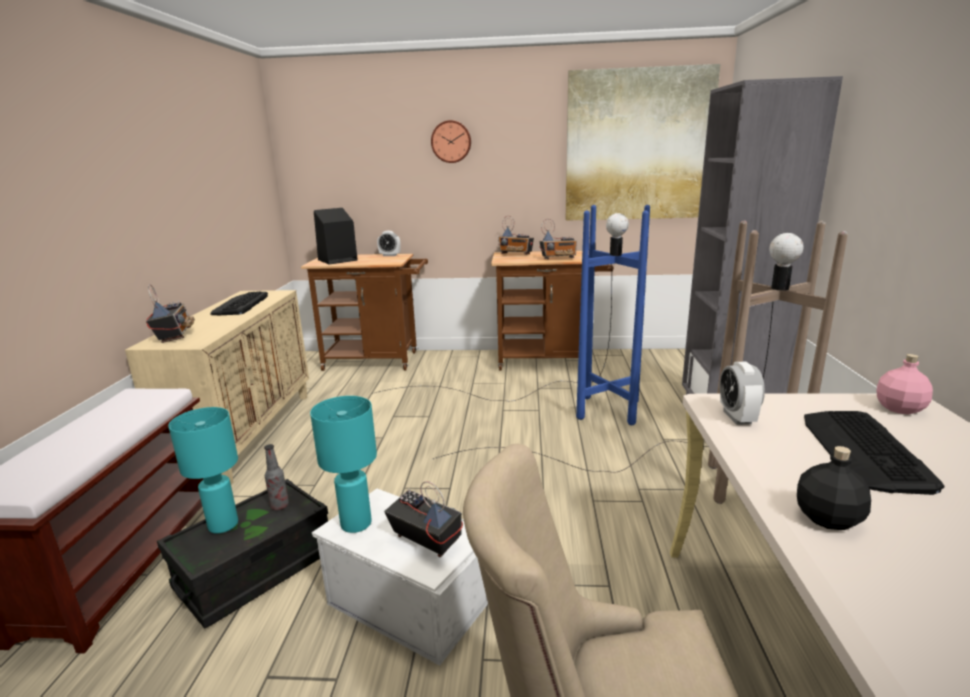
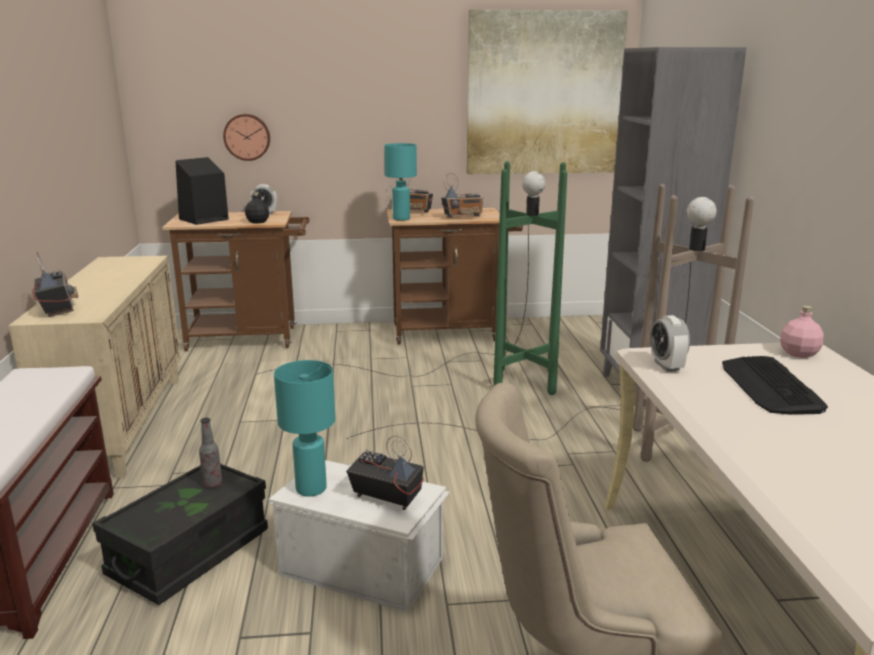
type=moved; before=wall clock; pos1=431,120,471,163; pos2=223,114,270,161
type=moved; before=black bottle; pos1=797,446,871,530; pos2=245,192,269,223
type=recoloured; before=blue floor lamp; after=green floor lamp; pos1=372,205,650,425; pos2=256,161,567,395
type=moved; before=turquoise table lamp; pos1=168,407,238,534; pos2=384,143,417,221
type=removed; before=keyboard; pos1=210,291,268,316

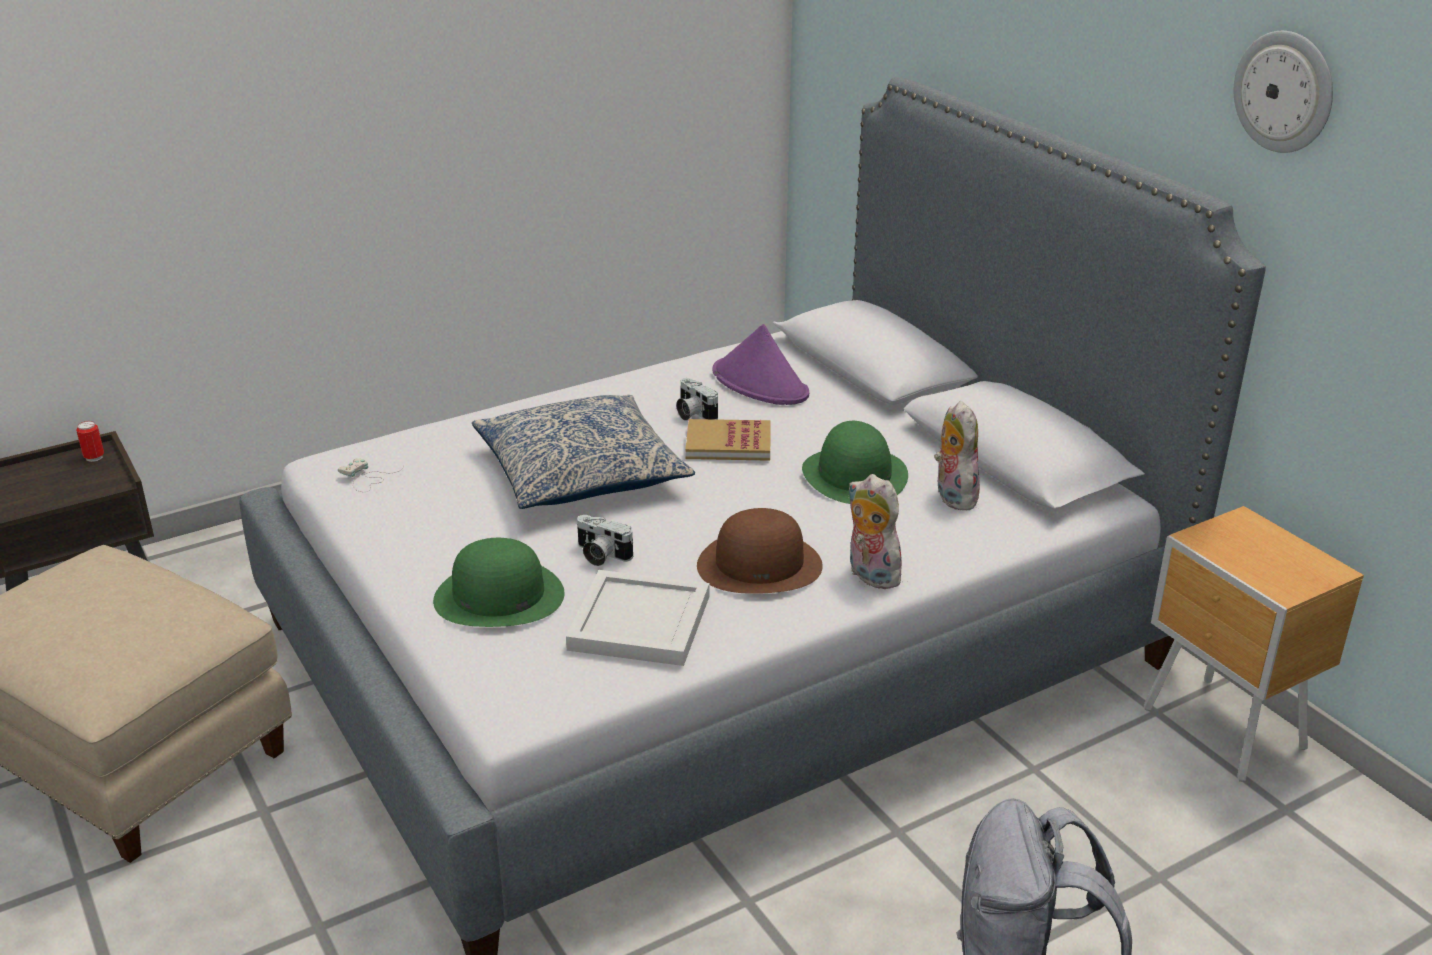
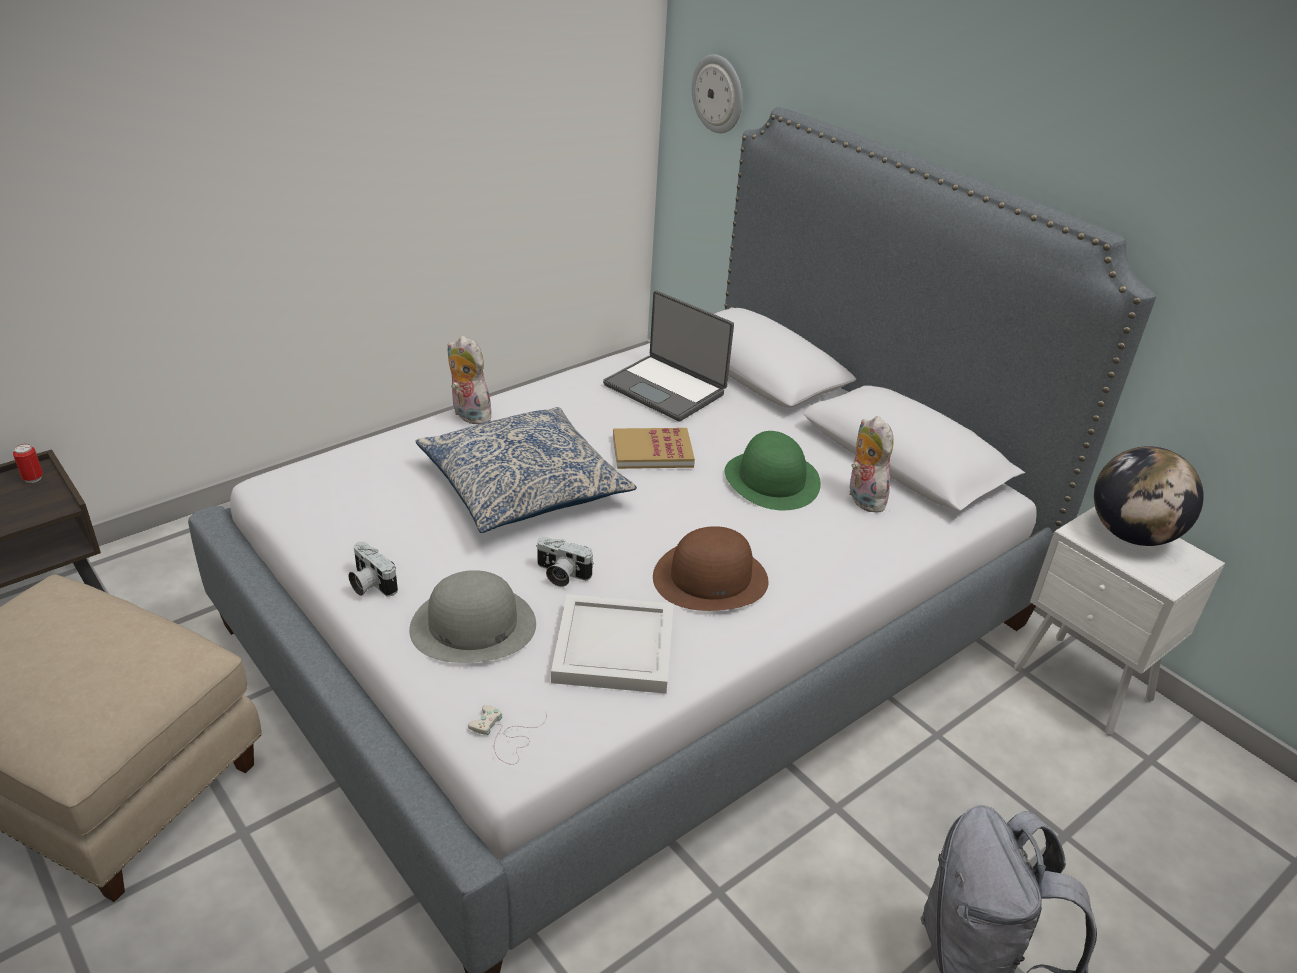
type=moved; before=photo camera; pos1=676,378,718,421; pos2=349,542,398,597
type=recoloured; before=green hat; after=grey hat; pos1=433,538,565,627; pos2=409,570,536,663
type=moved; before=plush toy; pos1=849,474,904,589; pos2=448,336,492,425
type=moved; before=white game controller; pos1=338,458,404,492; pos2=468,705,547,765
type=replaced; before=purple hat; after=laptop; pos1=712,324,809,405; pos2=603,291,734,422
type=moved; before=wall clock; pos1=1234,31,1333,153; pos2=692,55,743,133
type=recoloured; before=brown nightstand; after=white nightstand; pos1=1144,506,1364,782; pos2=1014,507,1225,735
type=added; after=globe; pos2=1094,446,1204,546

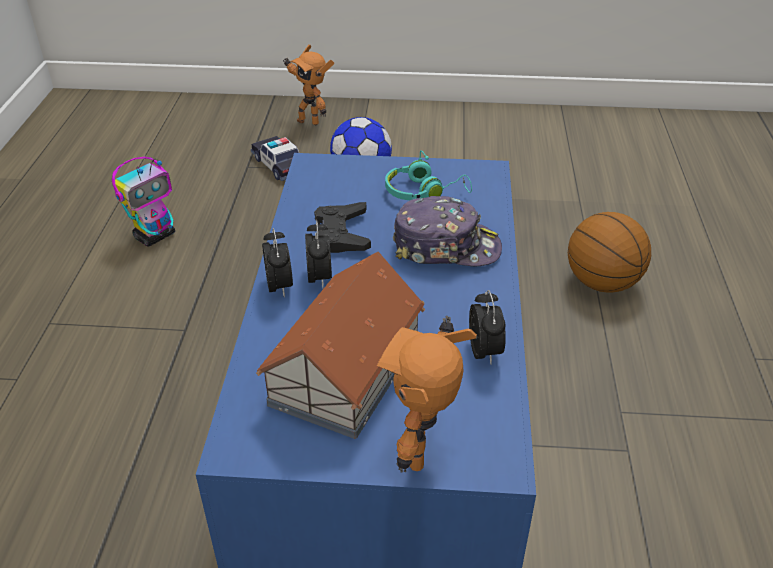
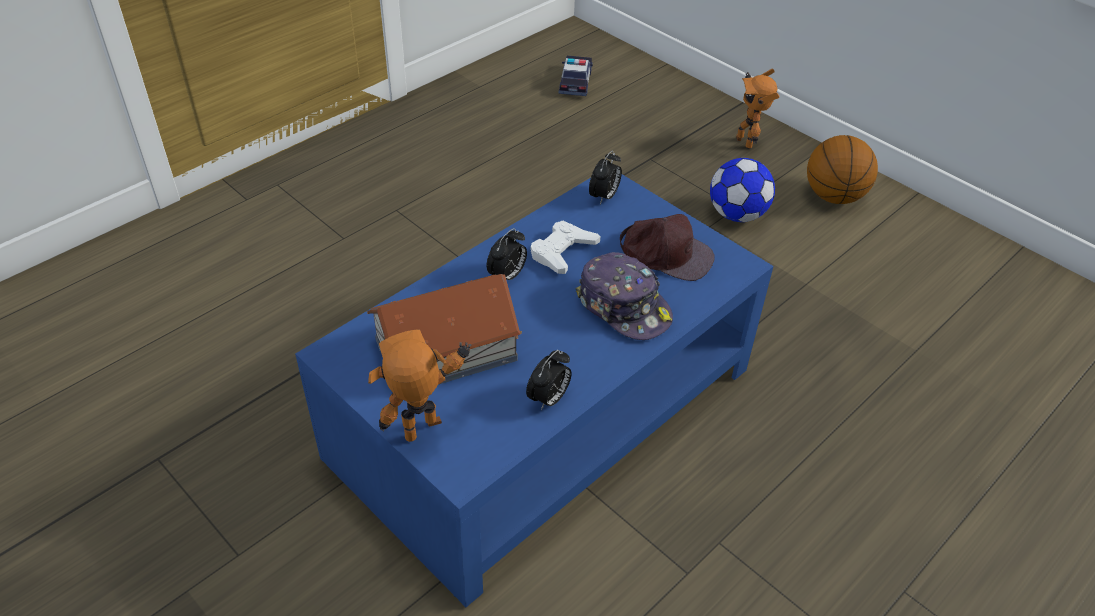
type=recoloured; before=black game controller; after=white game controller; pos1=314,202,371,253; pos2=530,221,601,274
type=moved; before=toy car; pos1=251,136,299,181; pos2=559,56,593,96
type=moved; before=alarm clock; pos1=262,228,293,297; pos2=589,151,622,205
type=replaced; before=turquoise headphones; after=brown cap; pos1=385,150,472,200; pos2=620,214,715,281
type=moved; before=basketball; pos1=568,212,651,293; pos2=807,135,878,204
type=removed; before=toy robot; pos1=112,157,175,246

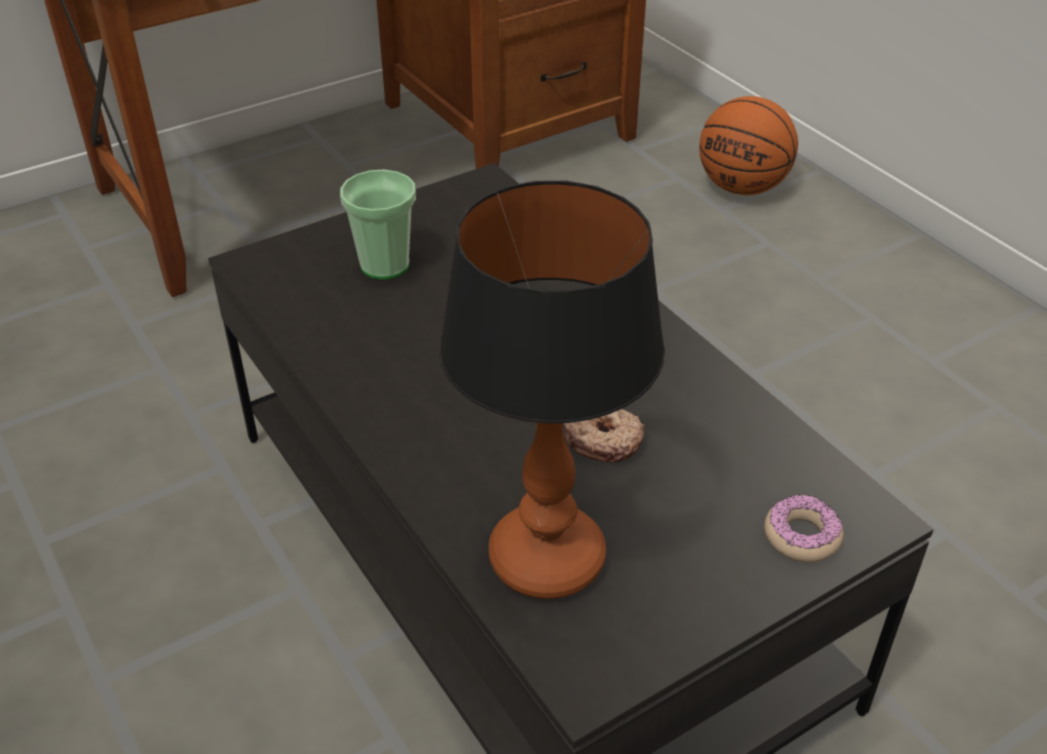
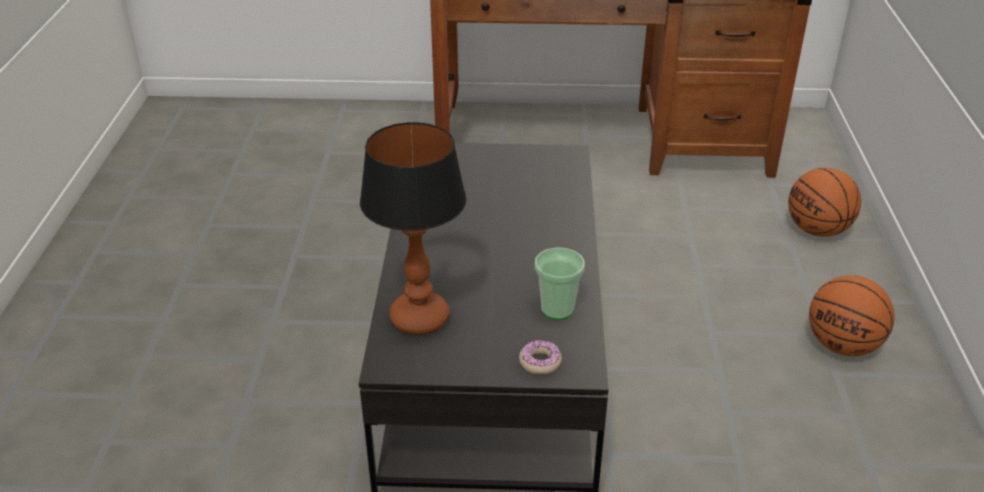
type=moved; before=cup; pos1=340,170,416,279; pos2=535,248,585,320
type=added; after=basketball; pos2=809,275,895,356
type=removed; before=donut; pos1=564,409,645,462

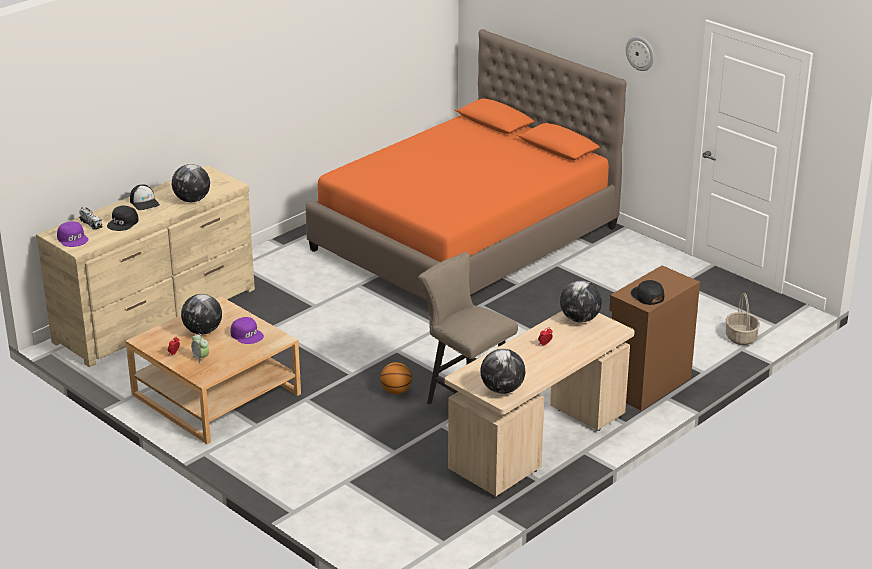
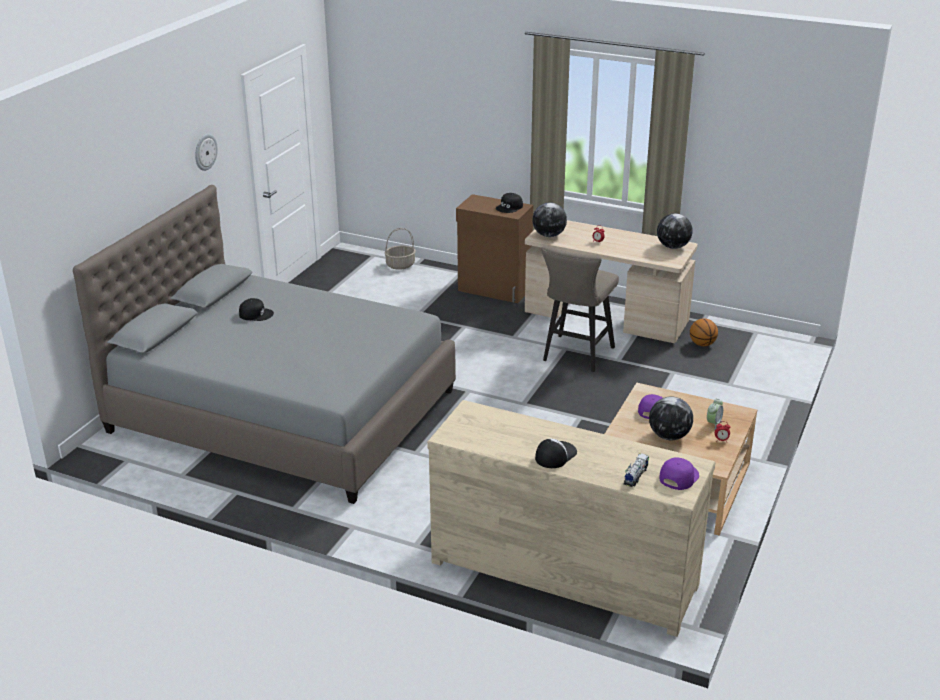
type=recoloured; before=orange bed; after=grey bed; pos1=306,29,627,300; pos2=73,185,456,504
type=moved; before=black cap; pos1=107,206,139,231; pos2=239,298,274,321
type=moved; before=basketball; pos1=380,362,412,394; pos2=690,318,718,346
type=removed; before=globe; pos1=172,164,210,202

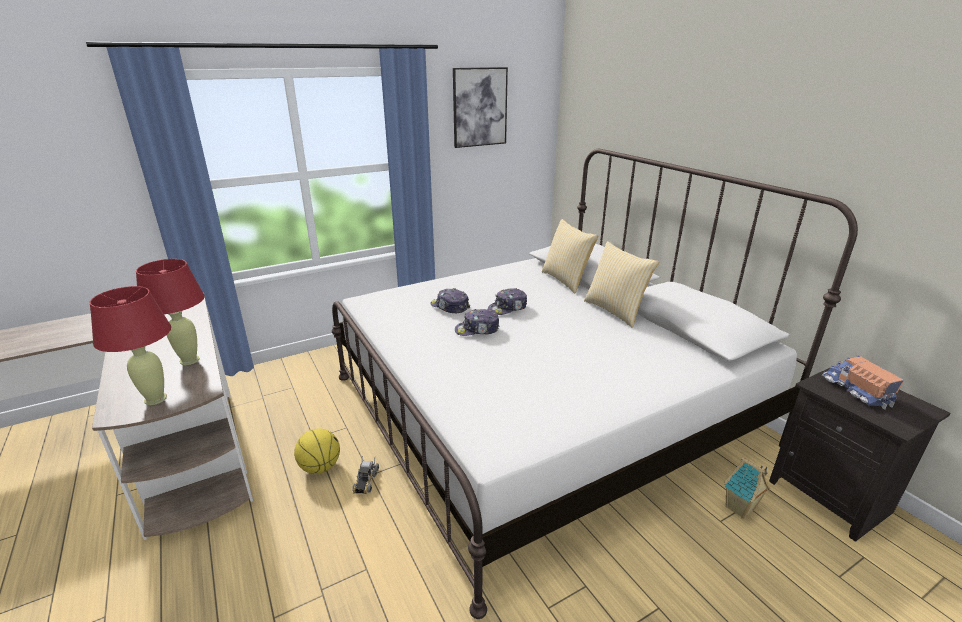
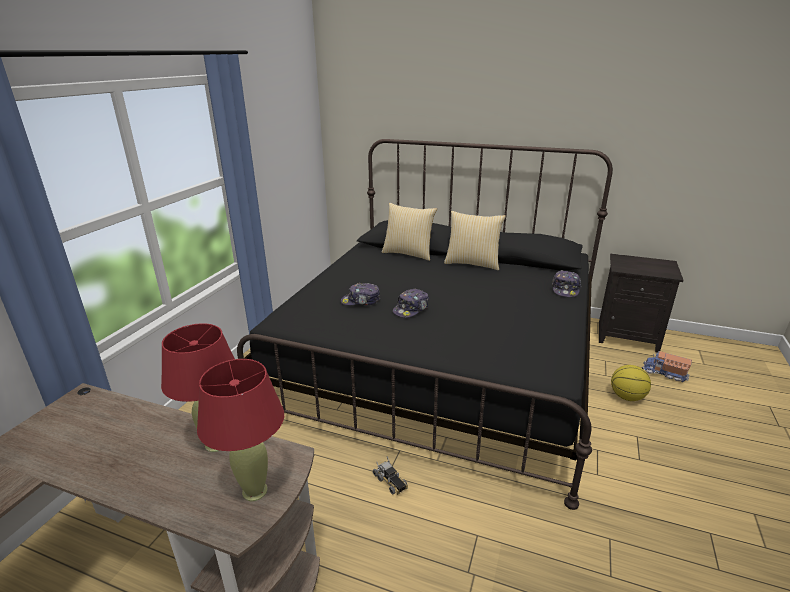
type=recoloured; before=white bed; after=black bed; pos1=332,149,858,619; pos2=237,139,613,510
type=moved; before=cap; pos1=488,288,527,315; pos2=552,270,582,297
type=moved; before=basketball; pos1=294,429,340,474; pos2=611,365,651,401
type=moved; before=toy truck; pos1=822,355,904,409; pos2=642,351,692,382
type=removed; before=picture; pos1=453,67,508,148
type=removed; before=toy house; pos1=724,457,770,519

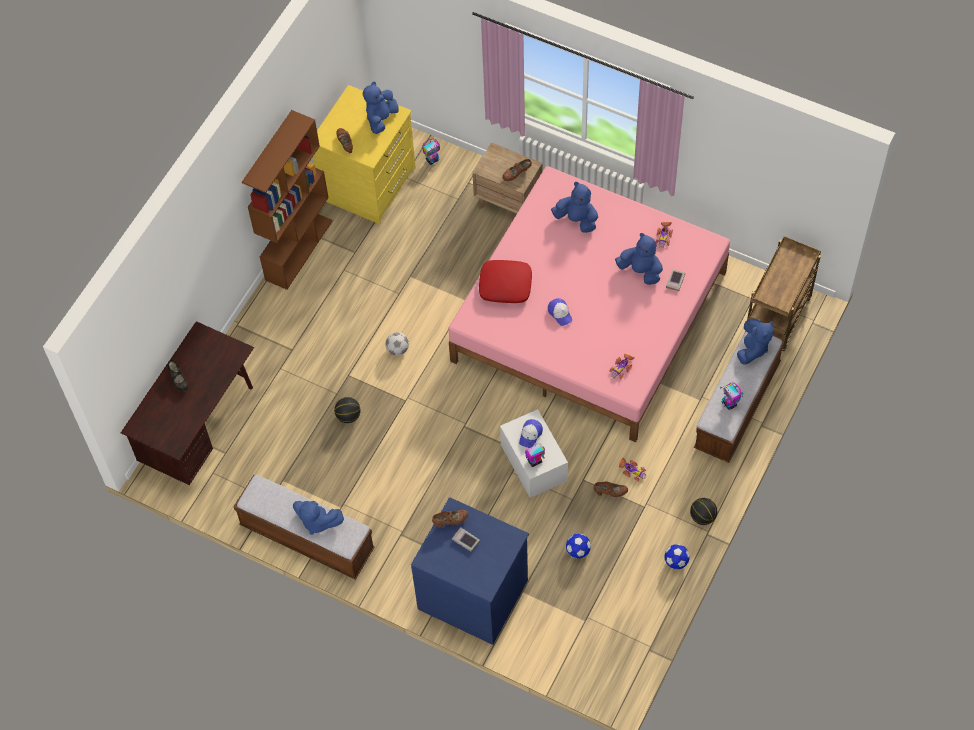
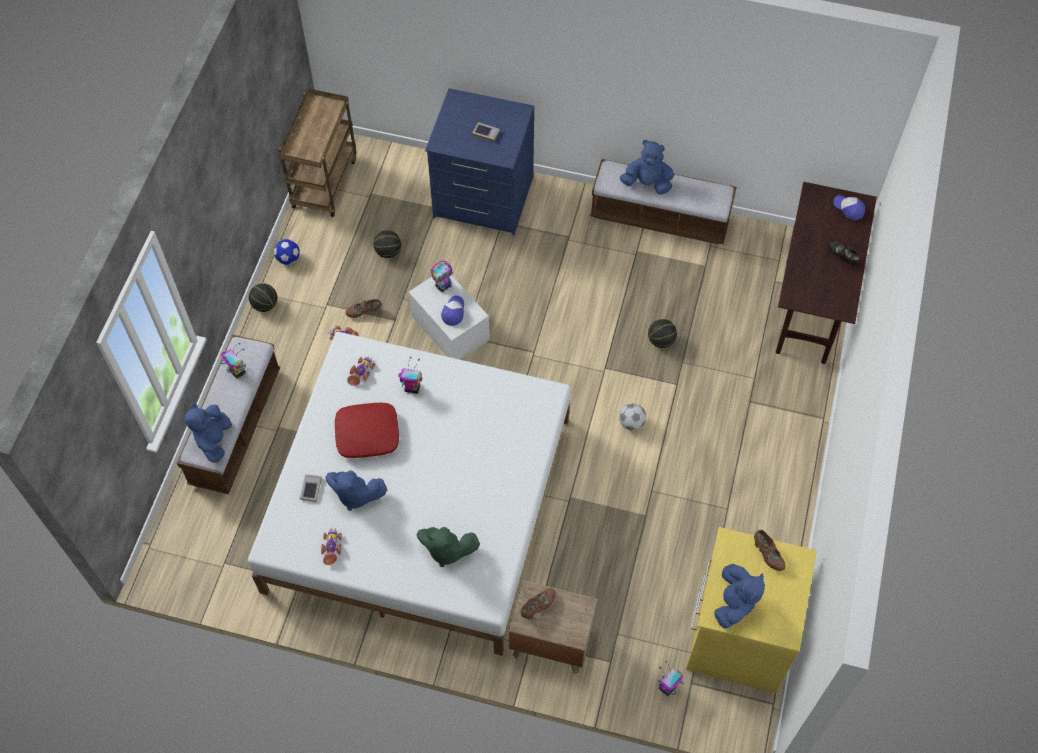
type=recoloured; before=pink bed; after=white bed; pos1=448,166,730,442; pos2=248,332,571,656
type=moved; before=brown cart; pos1=745,236,821,351; pos2=278,88,357,217
type=moved; before=red pillow; pos1=479,260,532,303; pos2=335,403,399,458
type=replaced; before=football; after=basketball; pos1=566,534,591,559; pos2=373,230,401,258
type=added; after=toy robot; pos2=398,357,422,394
type=recoloured; before=blue plush toy; after=green plush toy; pos1=551,182,598,233; pos2=416,527,480,567
type=moved; before=cap; pos1=548,298,572,326; pos2=833,195,865,220
type=removed; before=brown bookcase; pos1=242,110,333,290
type=removed; before=brown shoe; pos1=432,510,468,528

